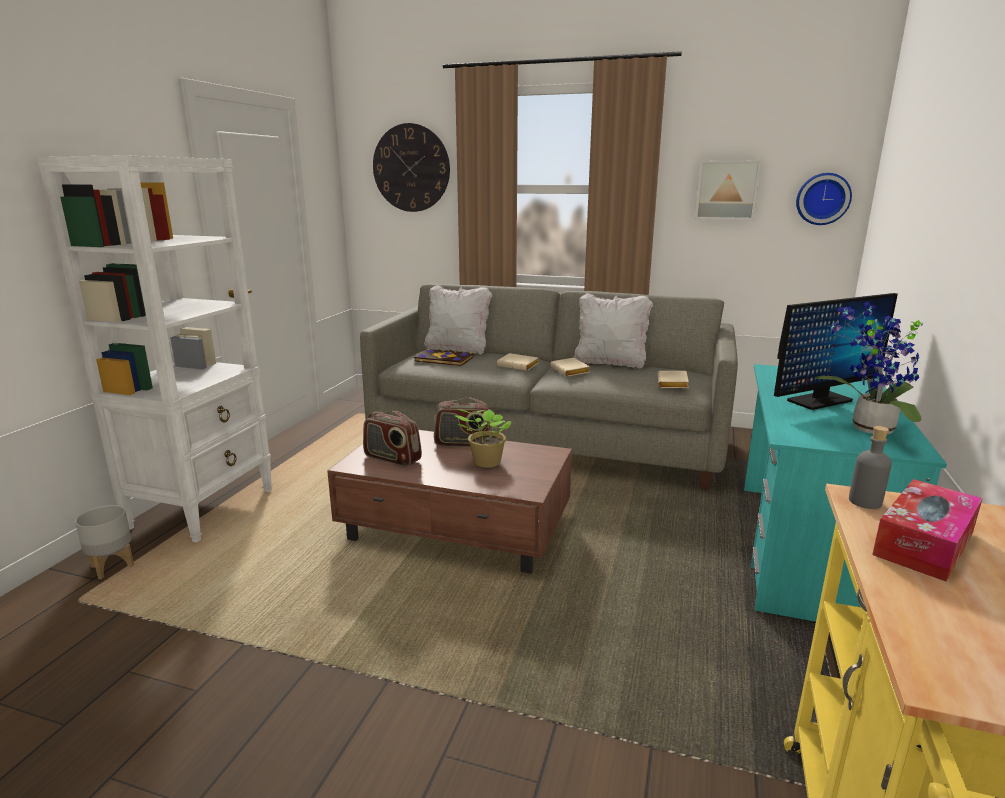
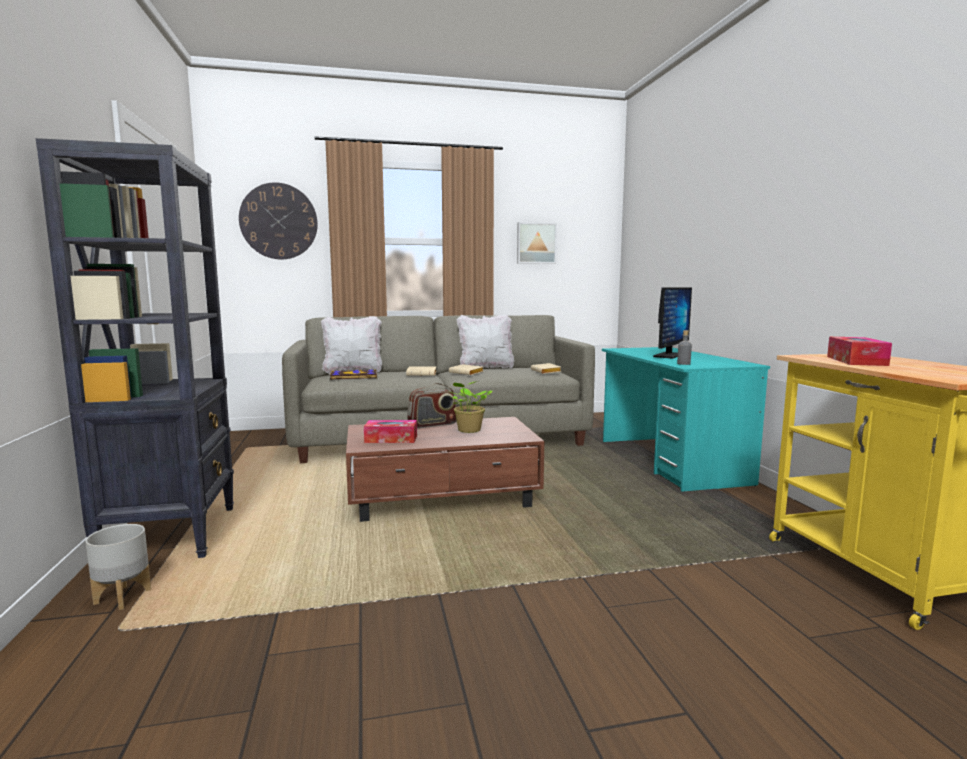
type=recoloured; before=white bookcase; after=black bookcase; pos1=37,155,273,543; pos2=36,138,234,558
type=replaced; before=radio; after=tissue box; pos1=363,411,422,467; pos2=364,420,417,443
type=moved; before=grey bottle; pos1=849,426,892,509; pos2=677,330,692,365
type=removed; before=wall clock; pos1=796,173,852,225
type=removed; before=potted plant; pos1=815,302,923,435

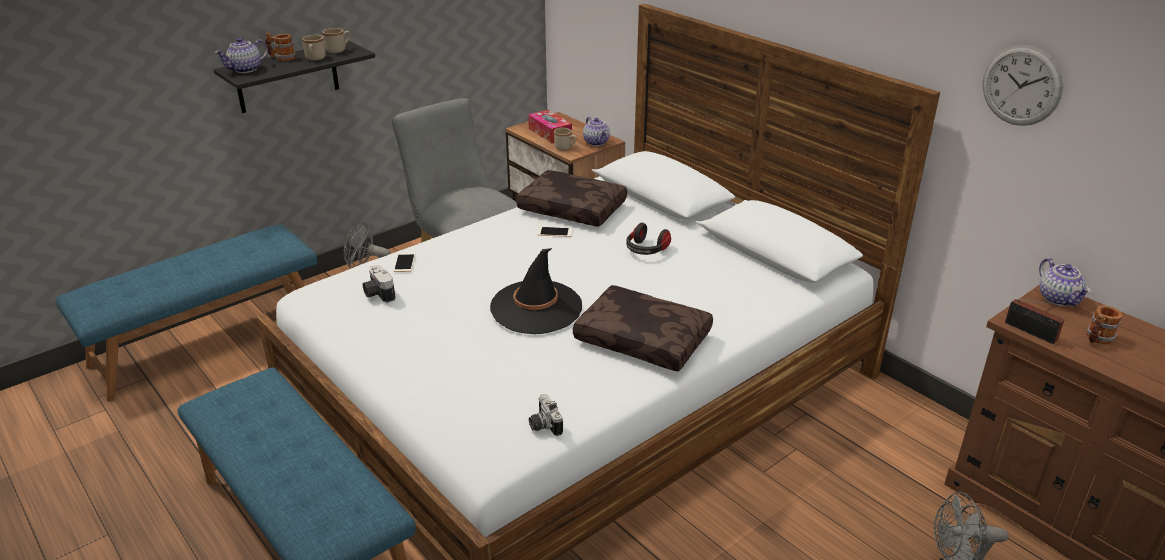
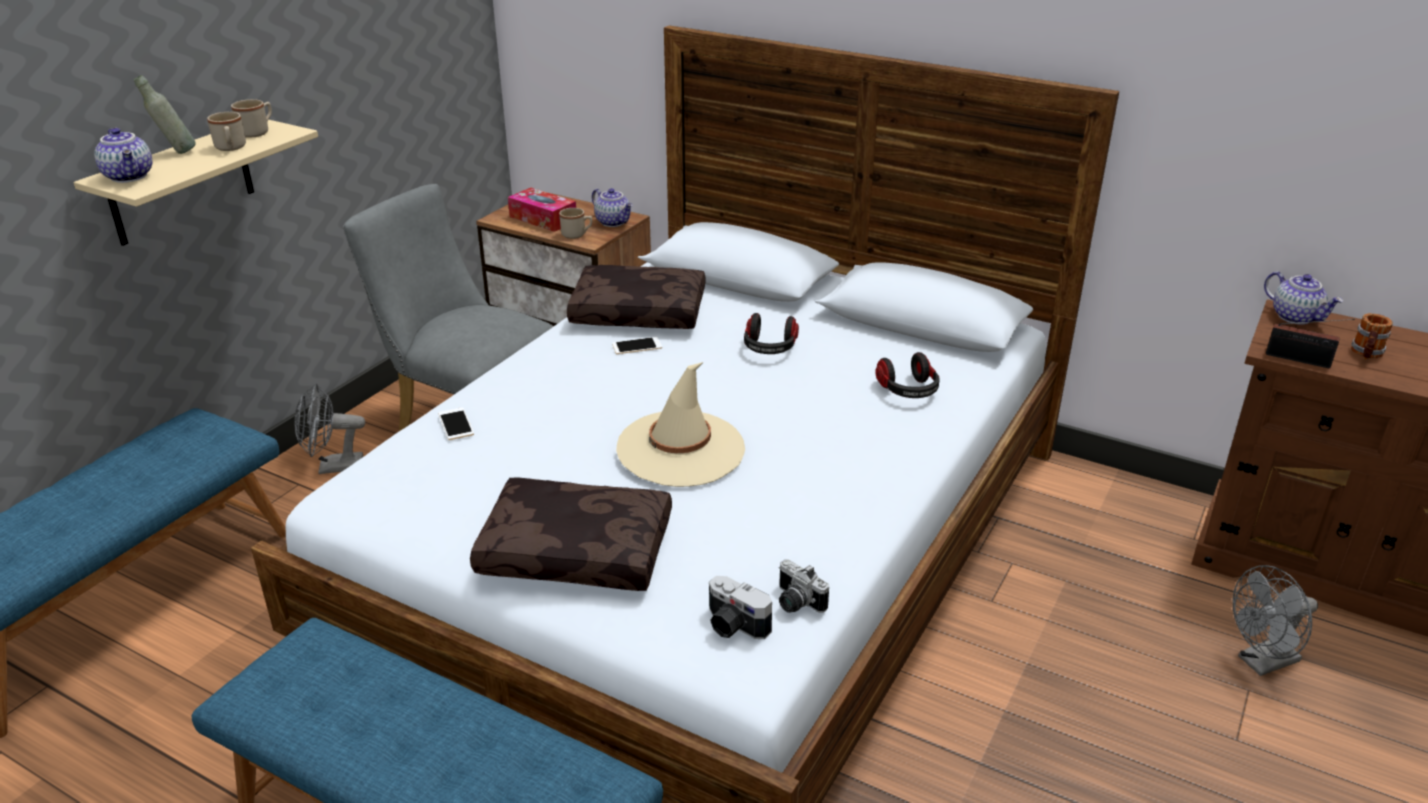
type=recoloured; before=black shelf; after=beige shelf; pos1=214,41,375,113; pos2=73,120,318,246
type=turned; before=teapot; pos1=215,38,268,73; pos2=94,128,152,183; turn=-60
type=replaced; before=mug; after=grey bottle; pos1=265,32,296,61; pos2=134,75,196,154
type=moved; before=brown pillow; pos1=573,285,713,372; pos2=470,477,672,591
type=recoloured; before=black hat; after=beige hat; pos1=490,248,582,334; pos2=616,362,745,487
type=moved; before=photo camera; pos1=363,265,396,303; pos2=709,576,772,639
type=added; after=headphones; pos2=875,352,940,398
type=removed; before=wall clock; pos1=983,45,1063,126

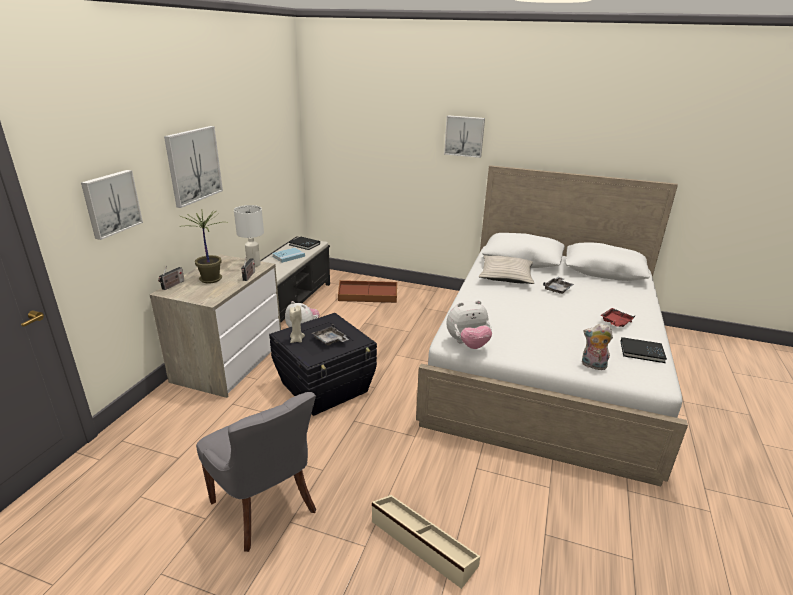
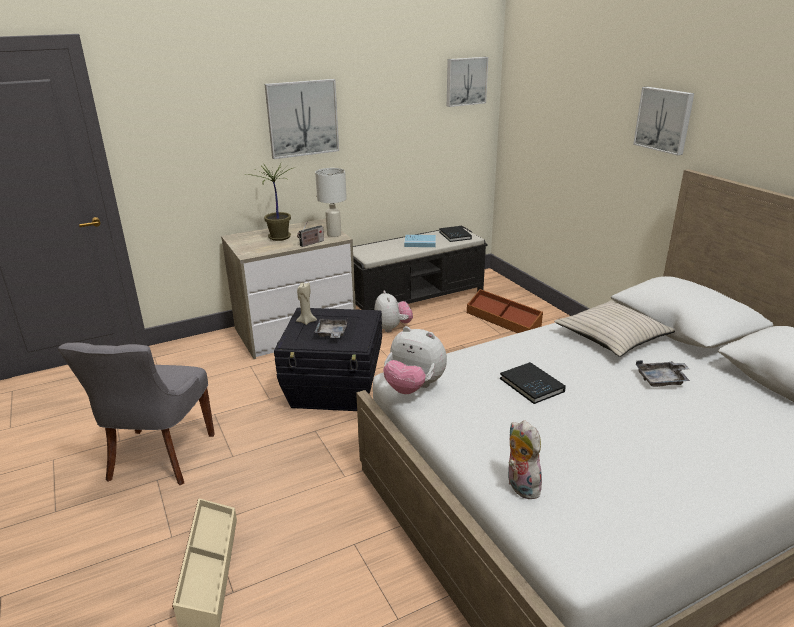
type=moved; before=picture; pos1=81,170,143,240; pos2=447,57,488,107
type=moved; before=black book; pos1=620,337,667,363; pos2=500,362,566,404
type=removed; before=radio; pos1=158,266,184,290
type=removed; before=red tray; pos1=600,308,636,327

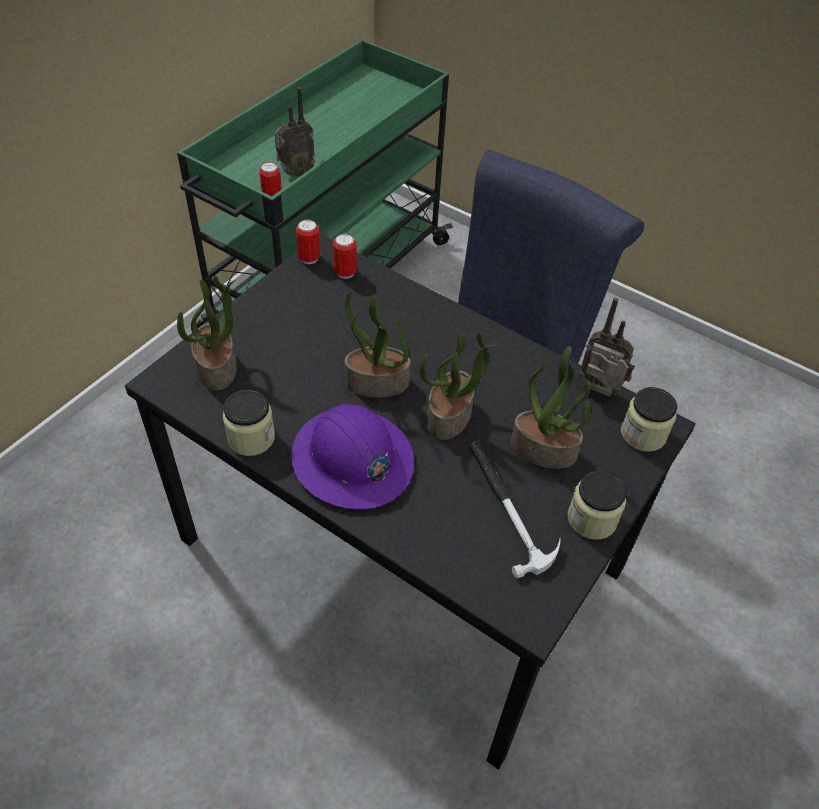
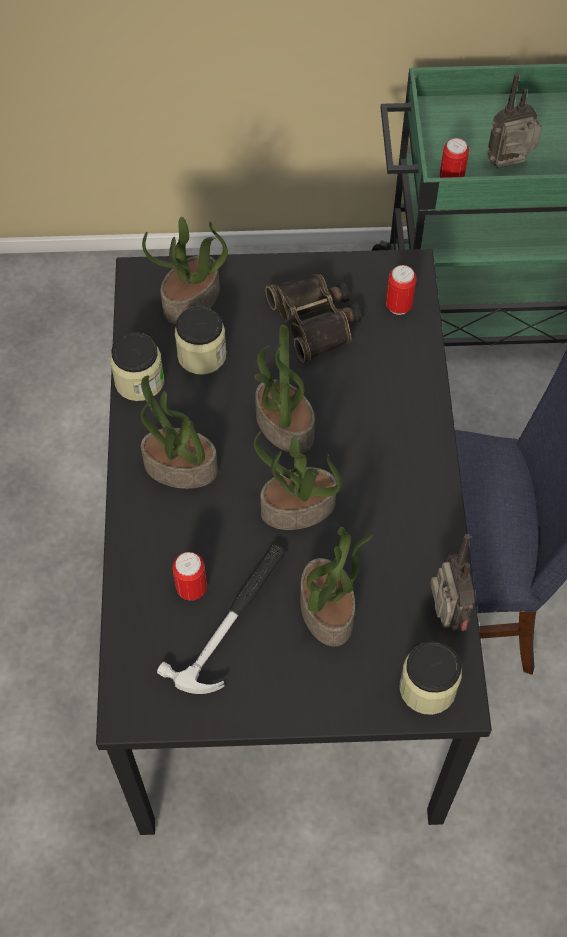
type=replaced; before=purple hard hat; after=potted plant; pos1=291,404,414,509; pos2=140,375,218,489
type=moved; before=can; pos1=296,220,320,264; pos2=173,552,207,600
type=moved; before=jar; pos1=567,470,627,540; pos2=175,307,226,375
type=added; after=binoculars; pos2=265,274,362,363
type=turned; before=radio; pos1=275,87,315,177; pos2=486,73,542,168; turn=135

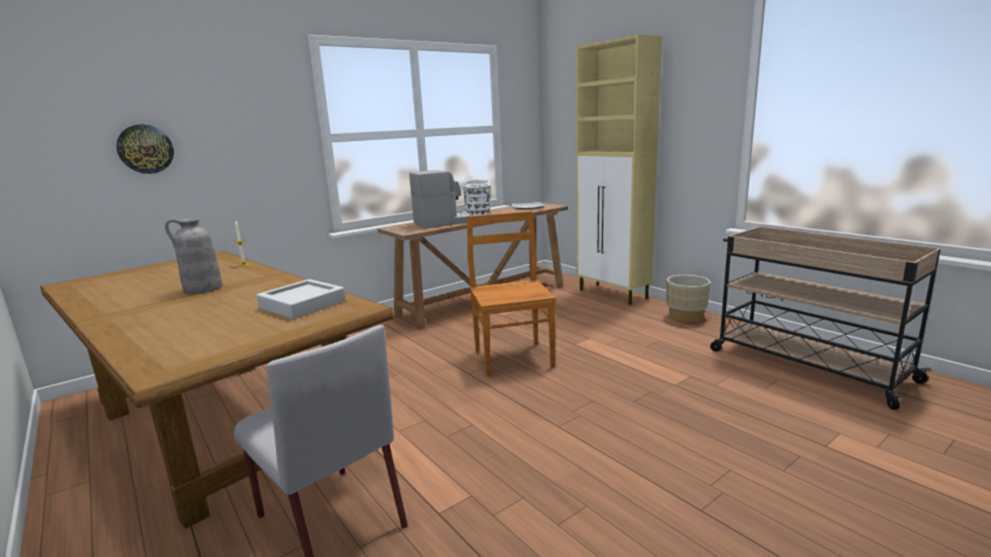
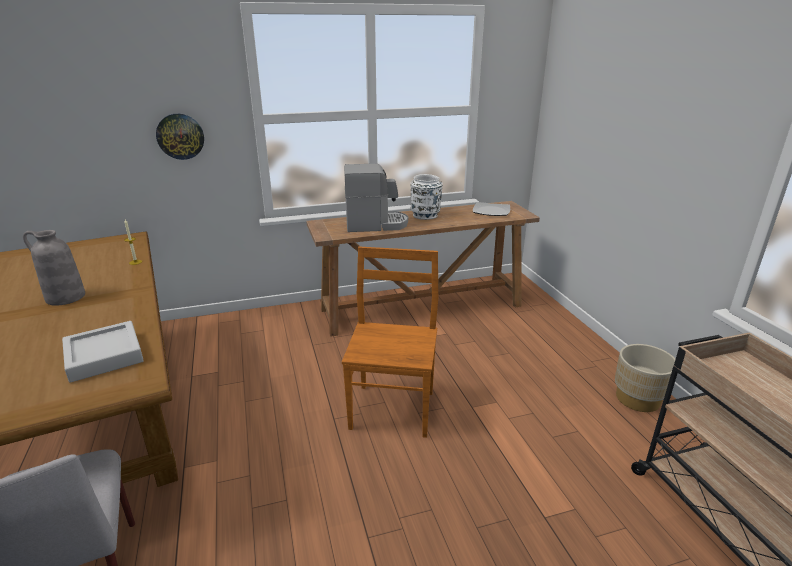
type=moved; before=wall clock; pos1=116,124,174,174; pos2=156,114,204,160
type=removed; before=beige cabinet; pos1=576,34,662,305

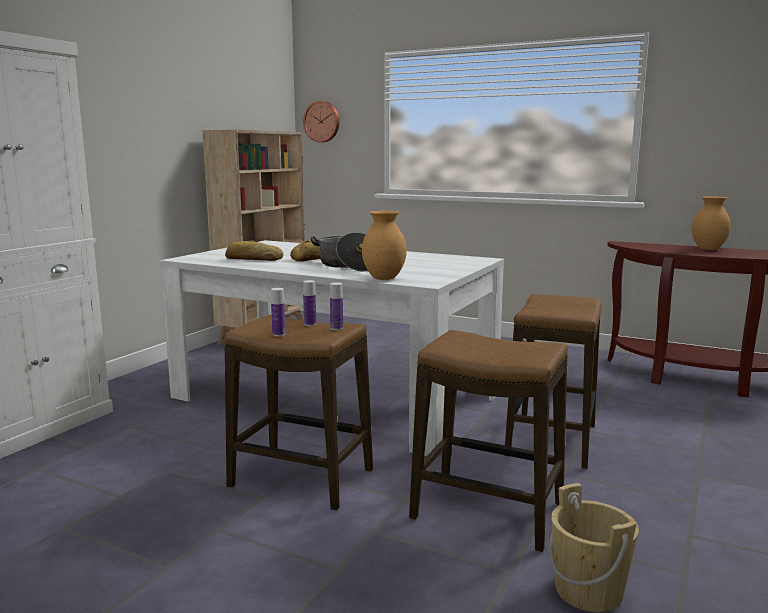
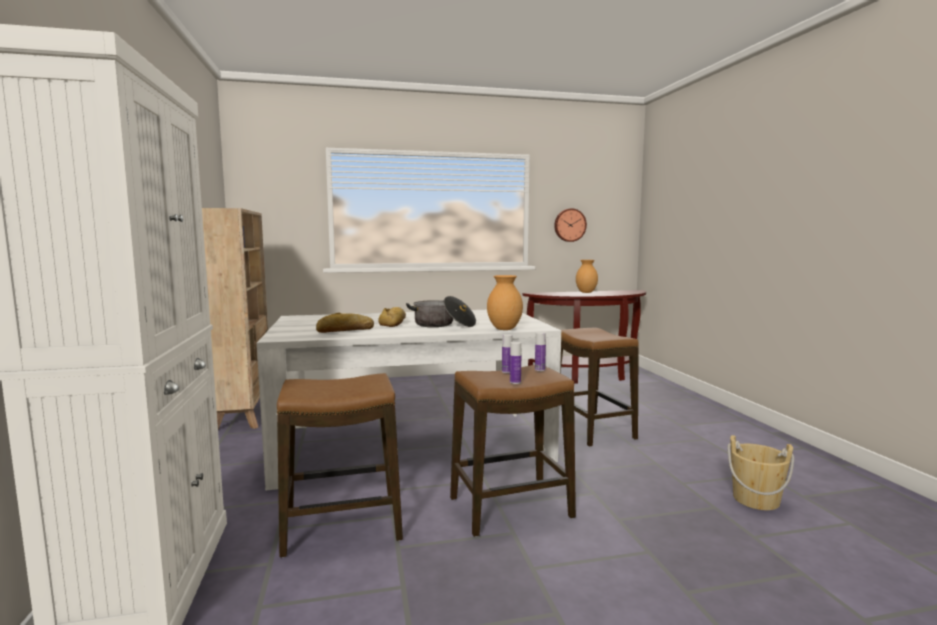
type=moved; before=stool; pos1=409,330,568,552; pos2=277,373,403,557
type=moved; before=wall clock; pos1=303,101,340,142; pos2=554,208,587,242

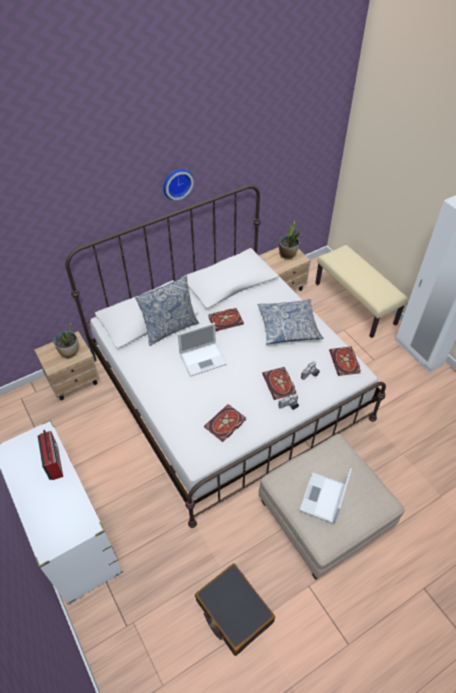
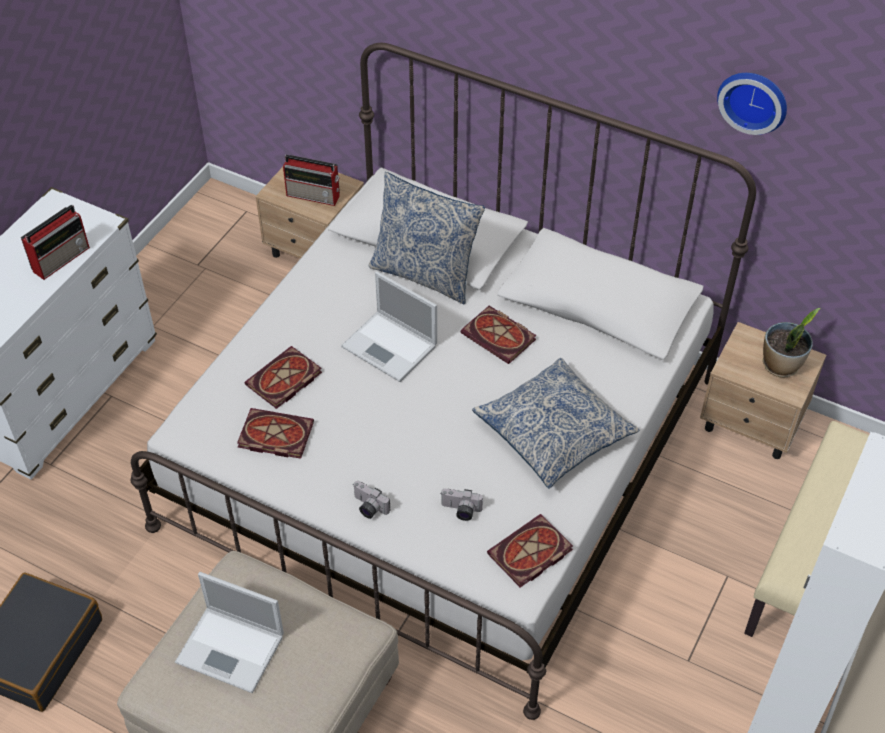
type=turned; before=laptop; pos1=299,468,352,524; pos2=175,572,284,693; turn=-150
type=moved; before=book; pos1=262,367,296,400; pos2=245,346,322,409
type=replaced; before=potted plant; after=radio; pos1=53,322,79,359; pos2=283,155,340,206
type=moved; before=wall clock; pos1=163,169,194,200; pos2=717,73,787,135

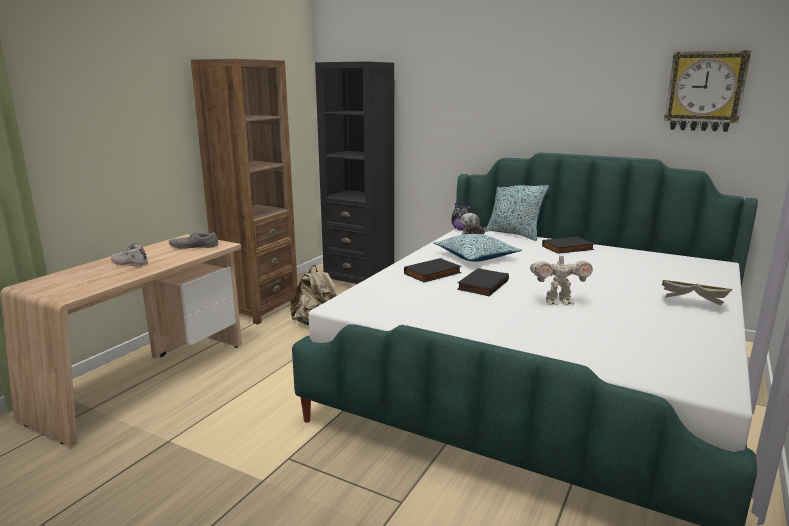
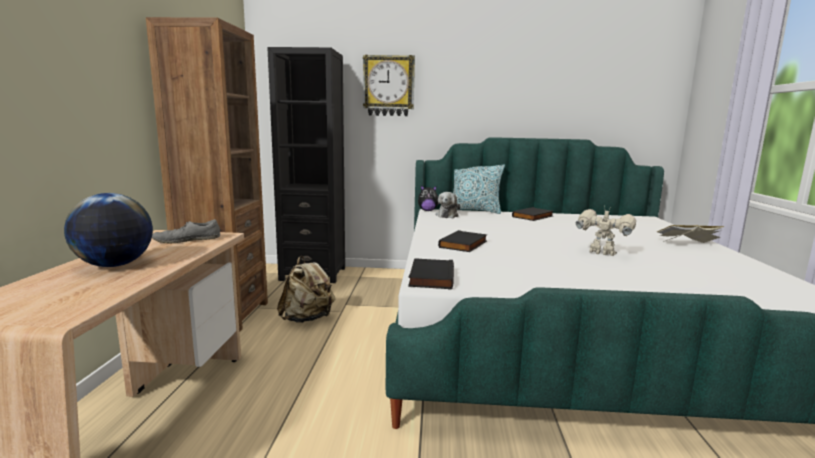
type=replaced; before=white shoe; after=globe; pos1=111,242,148,266; pos2=64,193,153,267
type=moved; before=wall clock; pos1=664,50,751,132; pos2=363,55,415,116
type=moved; before=black book; pos1=457,268,509,296; pos2=408,258,454,290
type=turned; before=toy robot; pos1=530,250,593,305; pos2=576,206,636,256; turn=-120
type=removed; before=pillow; pos1=433,234,522,262

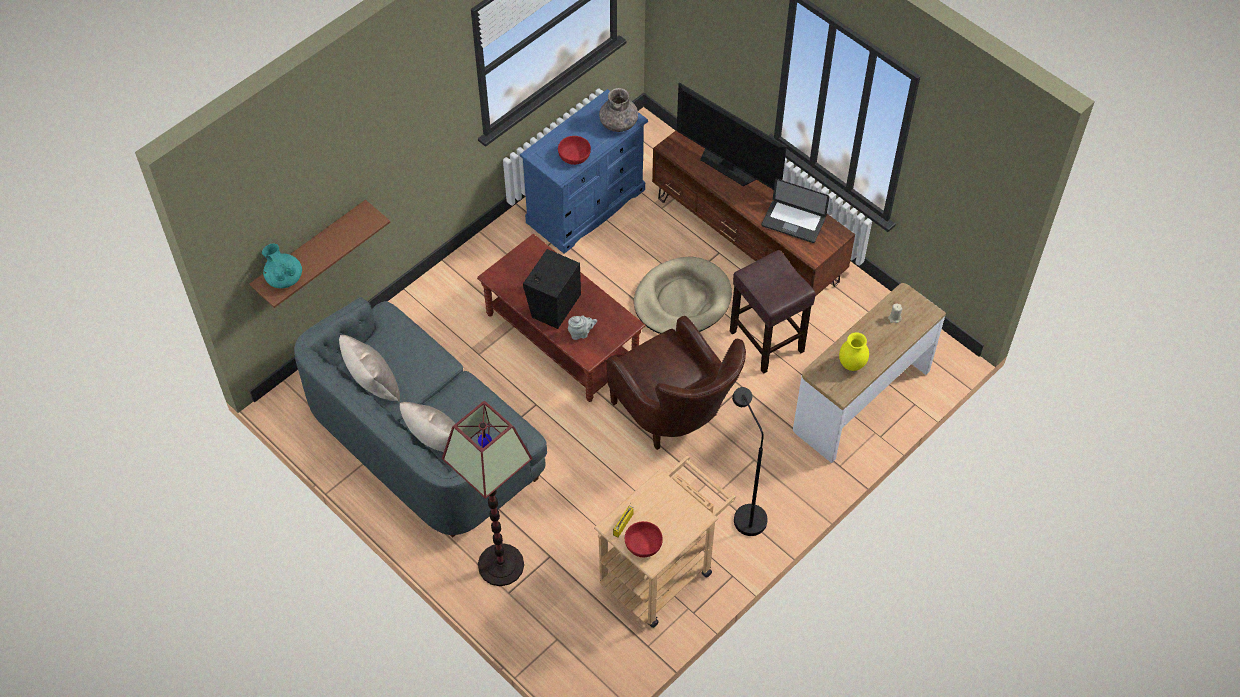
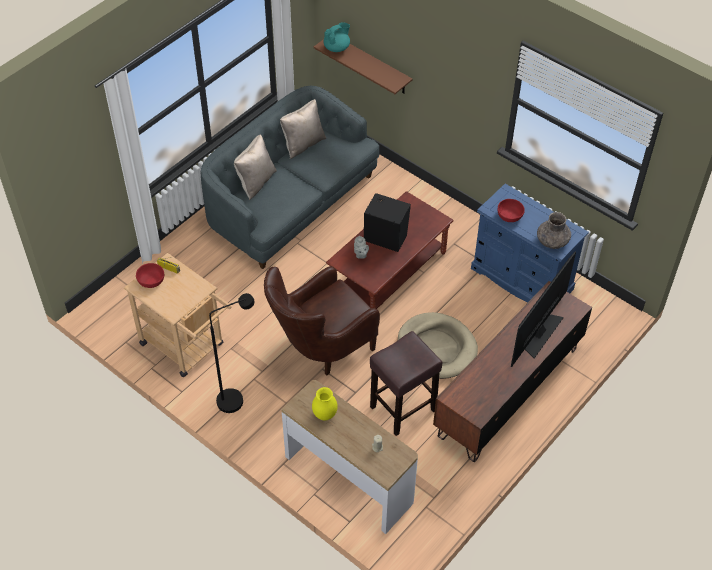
type=removed; before=floor lamp; pos1=442,401,533,586
type=removed; before=laptop; pos1=761,179,829,243

